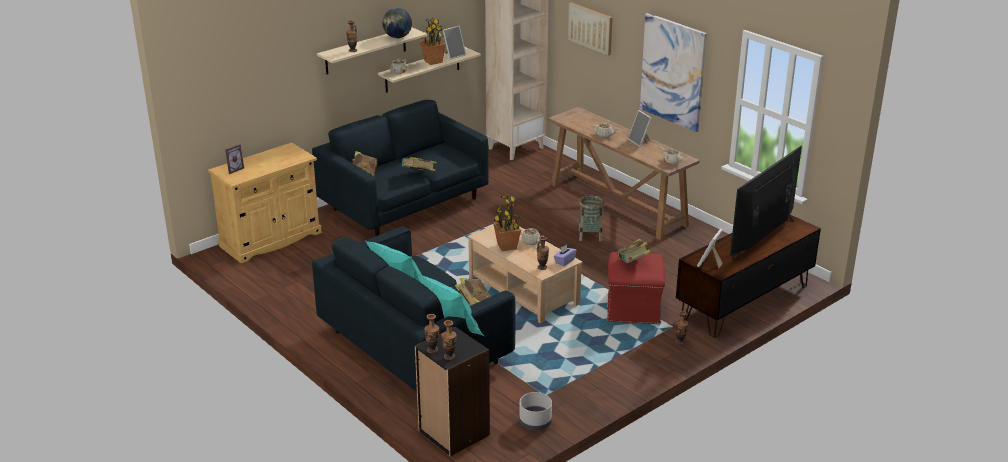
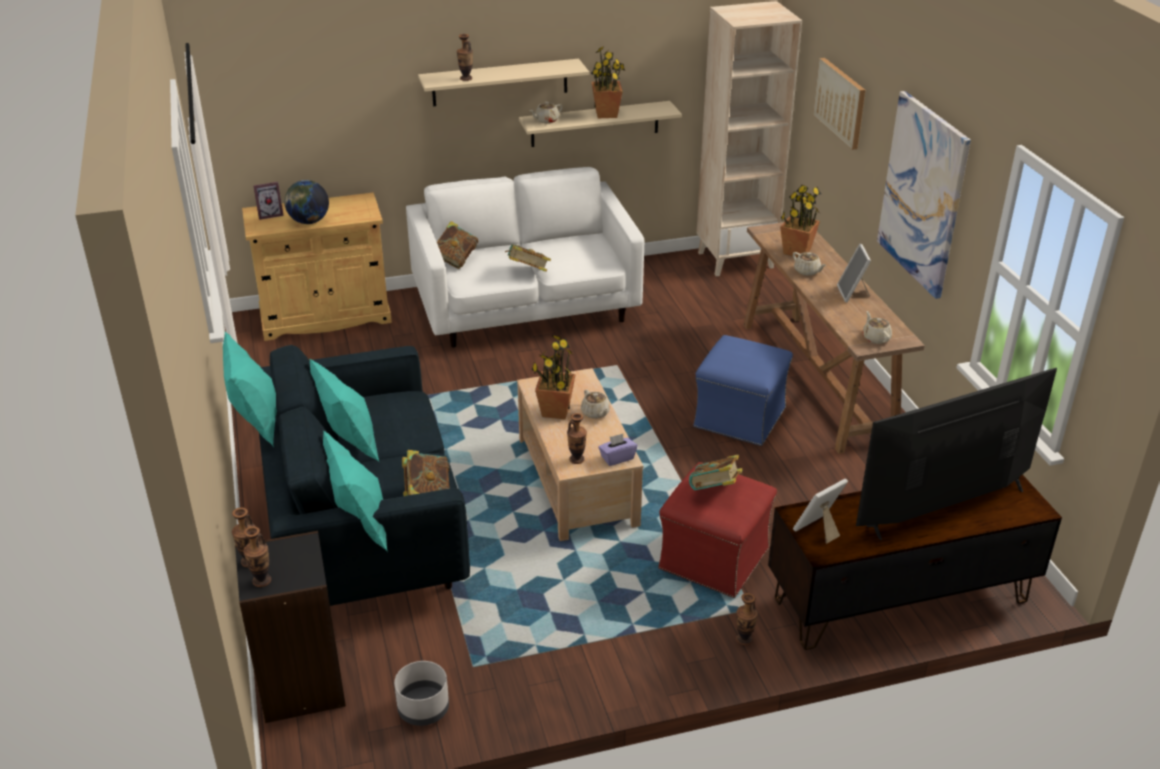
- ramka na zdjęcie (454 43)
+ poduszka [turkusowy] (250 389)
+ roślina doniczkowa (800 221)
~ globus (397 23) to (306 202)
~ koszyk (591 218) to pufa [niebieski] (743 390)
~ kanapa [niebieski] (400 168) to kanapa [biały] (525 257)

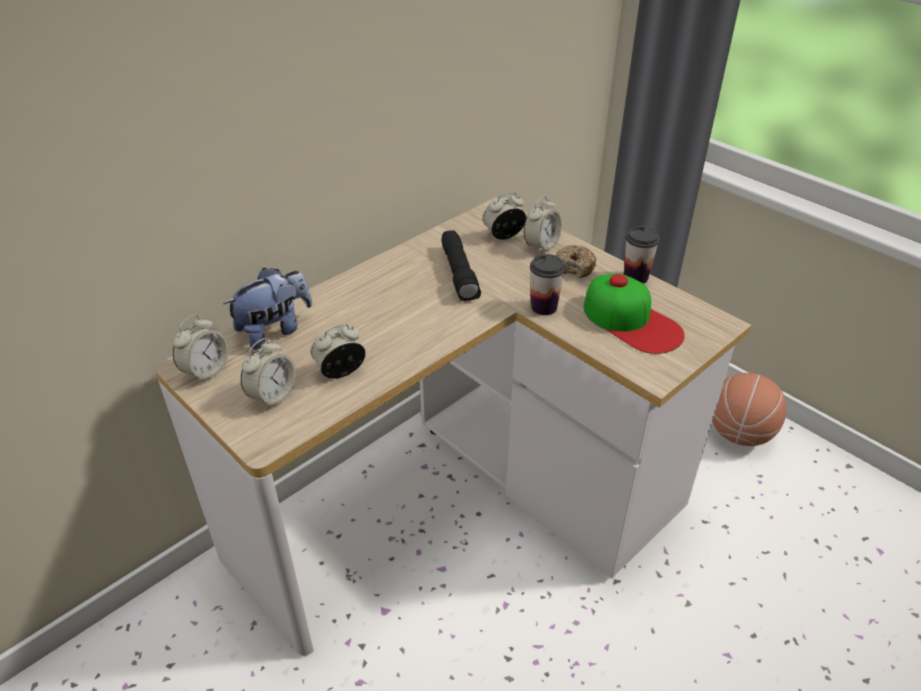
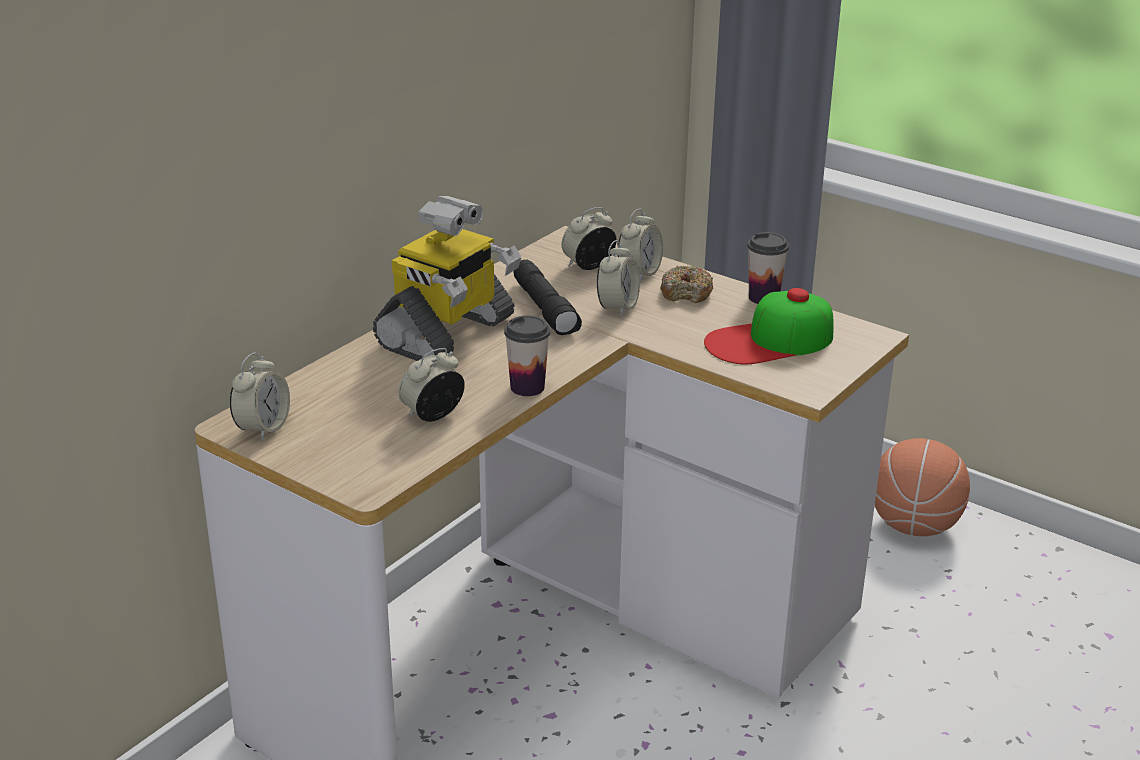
- pluszak (267 309)
+ robot zabawkowy (447 278)
~ budzik (268 374) to (618 278)
~ filiżanka (548 284) to (527 355)
~ czapka z daszkiem (634 314) = (769 326) 120 degrees clockwise

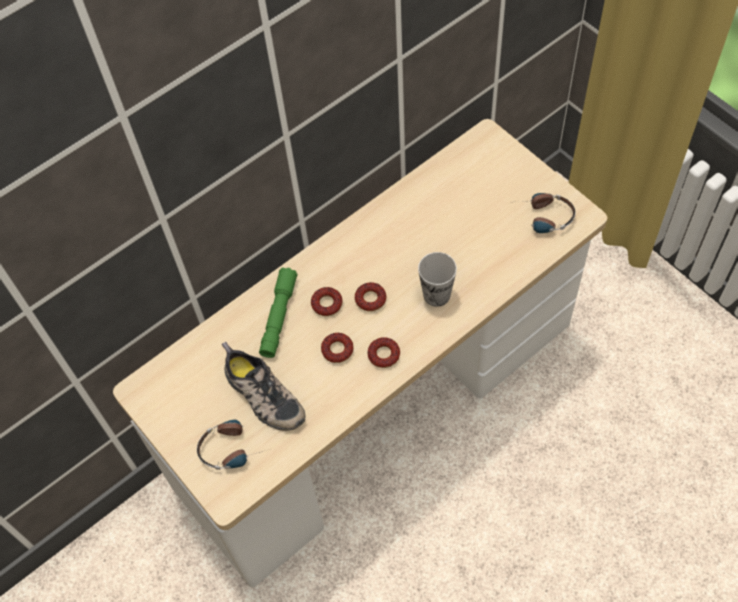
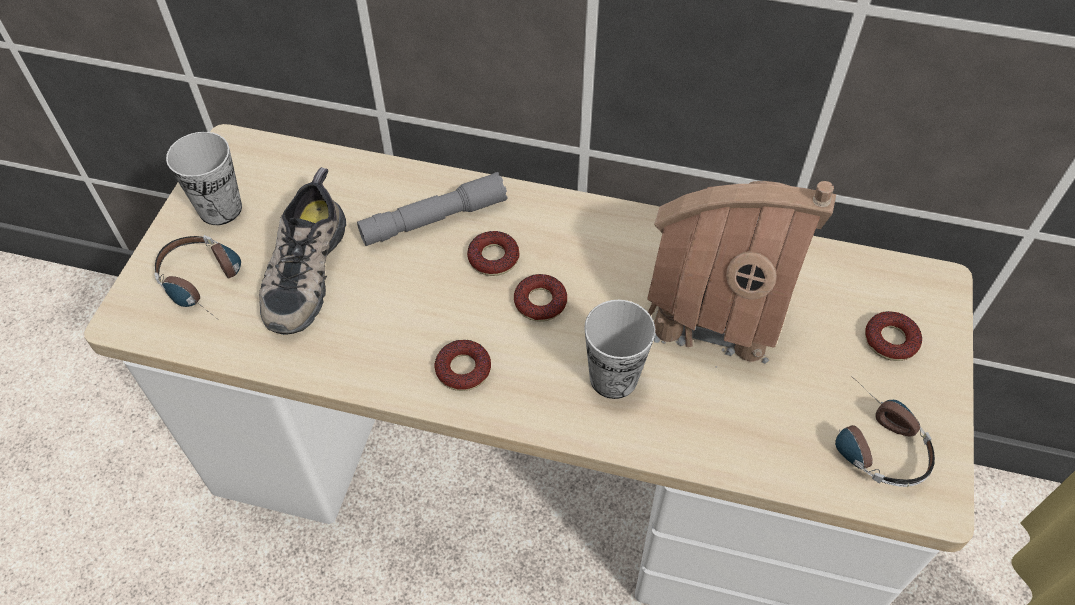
+ filiżanka (204 178)
+ domek (741 274)
~ donut (337 348) to (893 336)
~ latarka [zielony] (278 312) to latarka [szary] (432 209)

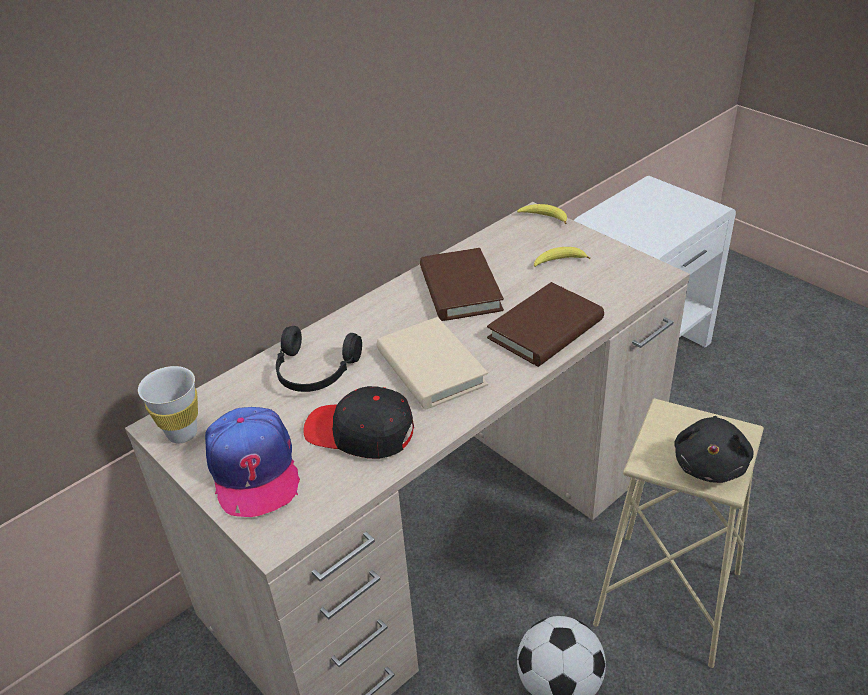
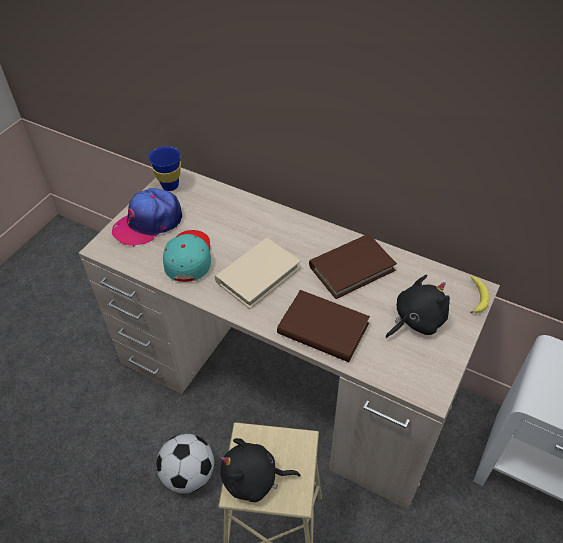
- słuchawki [czarny] (319 359)
~ banan (562 257) to pluszak [czarny] (418 306)
~ filiżanka [biały] (168 405) to filiżanka [niebieski] (165 168)
~ czapka z daszkiem [czarny] (359 422) to czapka z daszkiem [turkusowy] (187 256)

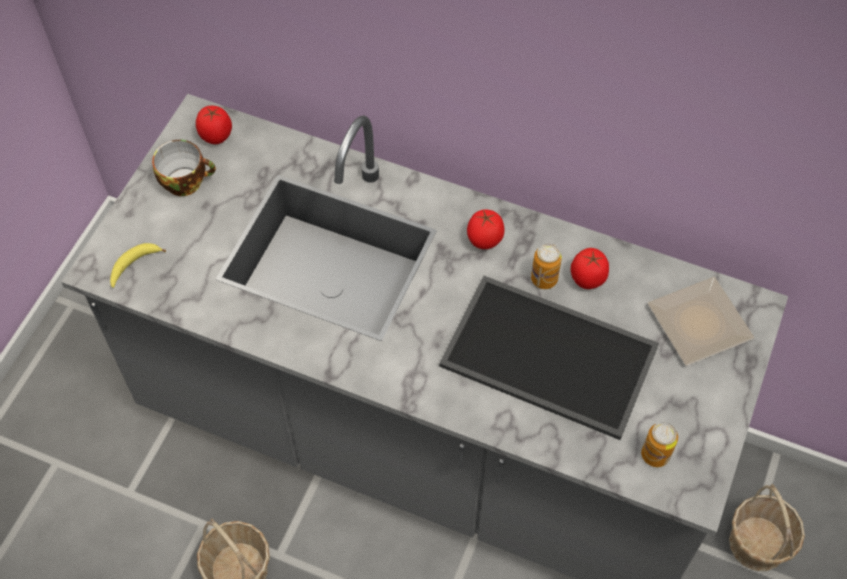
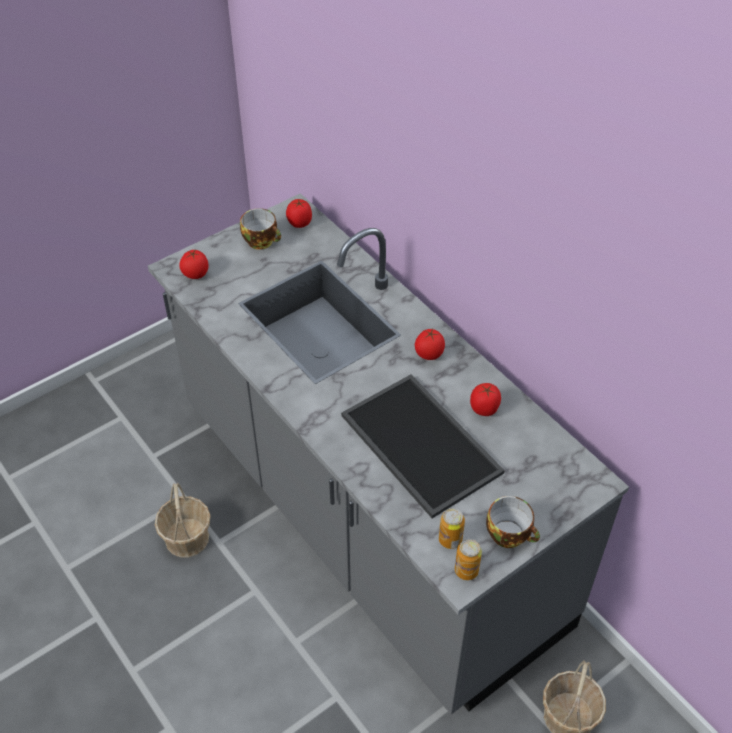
- talerz (701 321)
+ filiżanka (513 522)
~ puszka (546 266) to (468 559)
~ banan (138 265) to pomidor (194 264)

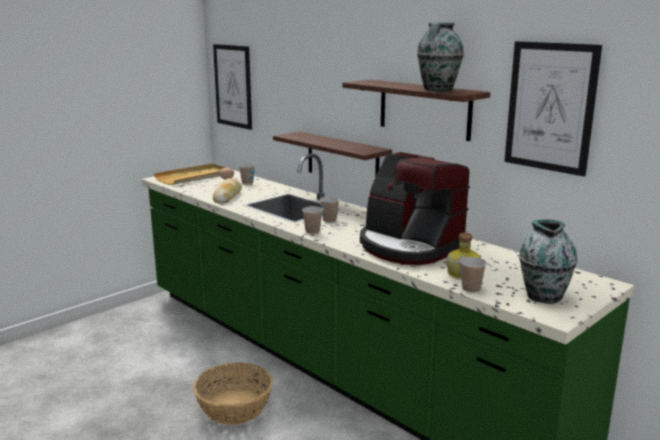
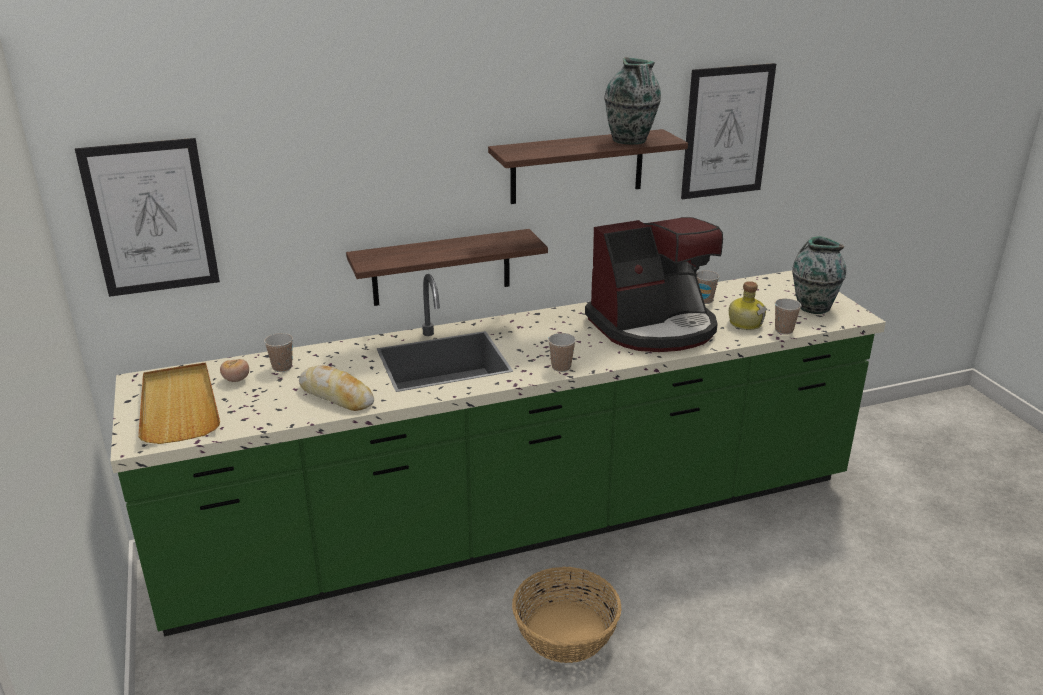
~ filiżanka (330 209) to (707 287)

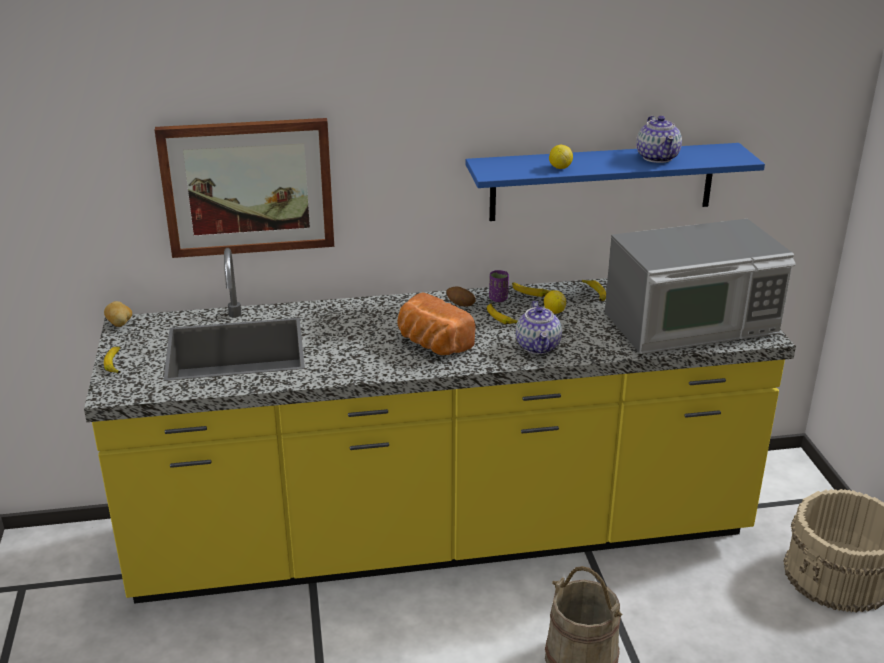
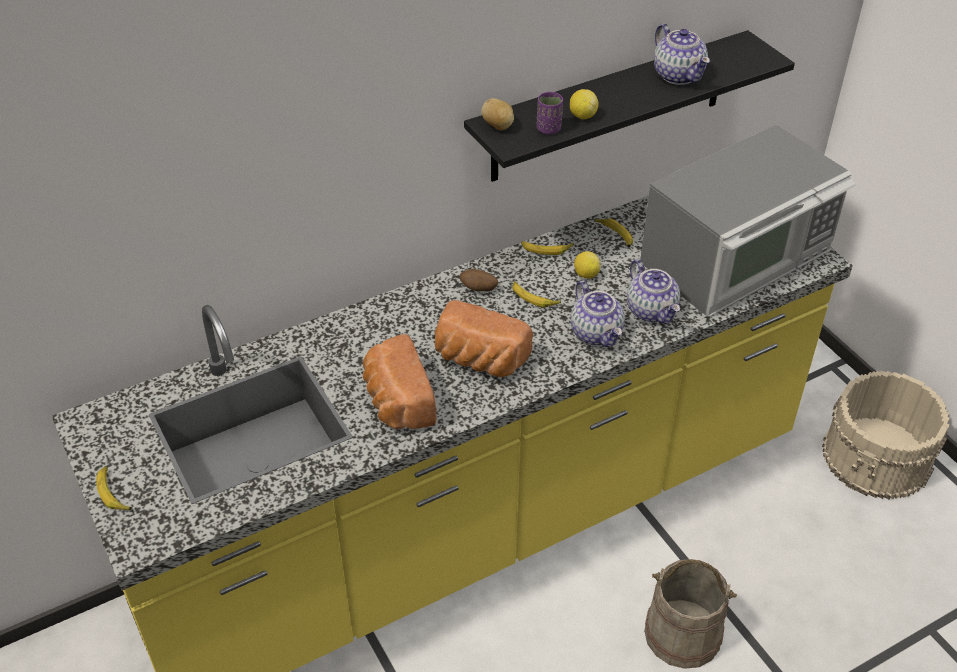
- obraz (244 188)
+ chleb (399 381)
+ imbryk (653 291)
~ ziemniak (118 314) to (497 114)
~ filiżanka [fioletowy] (499 286) to (549 113)
~ półka [niebieski] (615 182) to półka [czarny] (629 106)

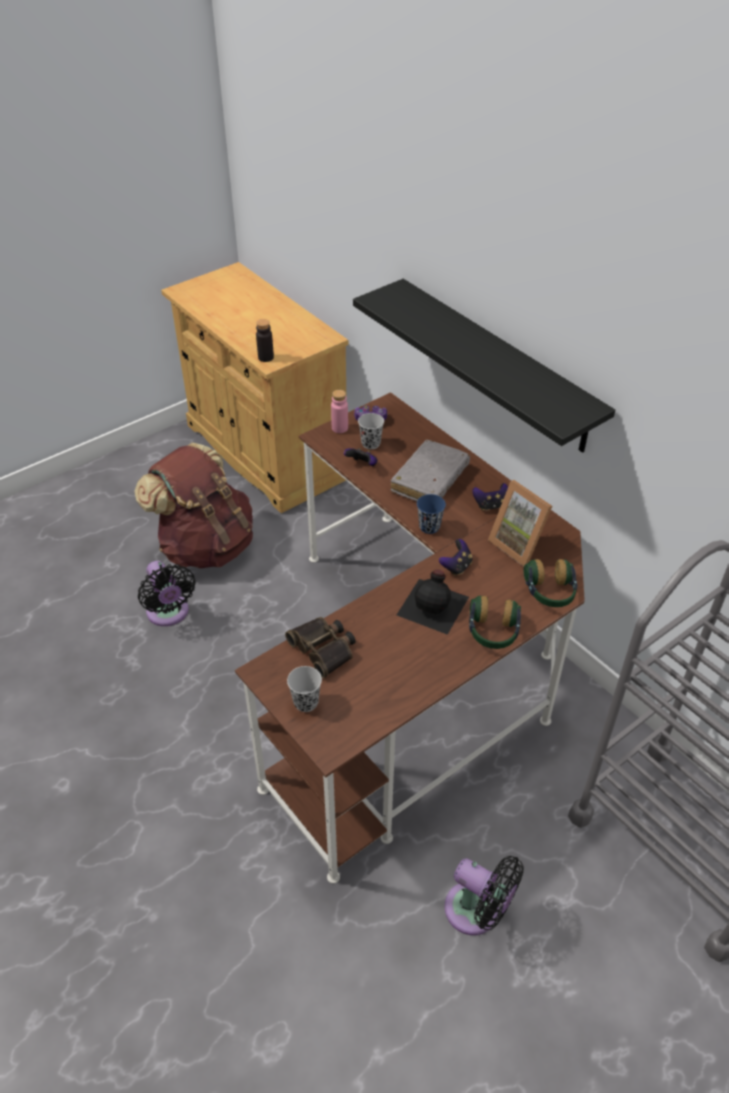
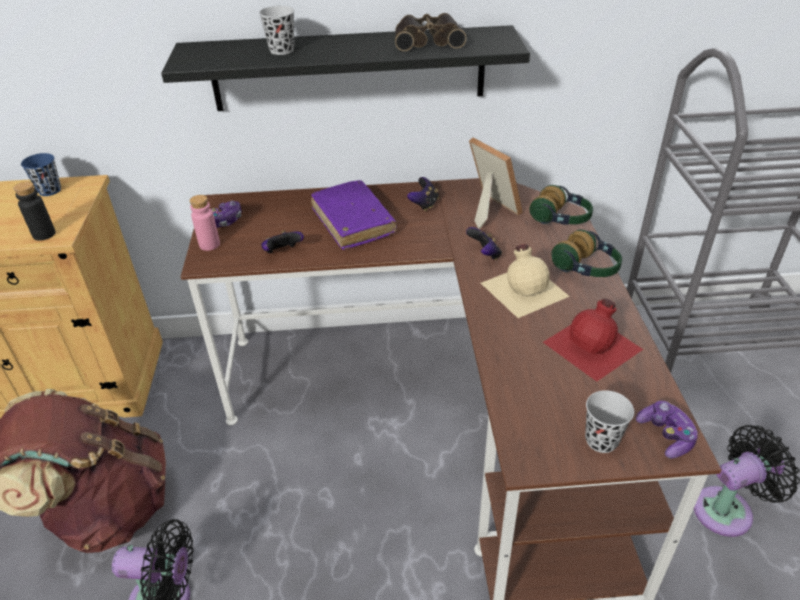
+ butelka [czerwony] (593 340)
+ pad do gier (667 430)
~ lornetka (320 647) to (430 32)
~ filiżanka [czarny] (371 431) to (276 30)
~ filiżanka [niebieski] (431 514) to (41 174)
~ książka [szary] (430 470) to książka [fioletowy] (354 215)
~ butelka [czarny] (433 602) to butelka [beżowy] (525 281)
~ ramka na zdjęcie (520 523) = (496 183) 120 degrees counterclockwise

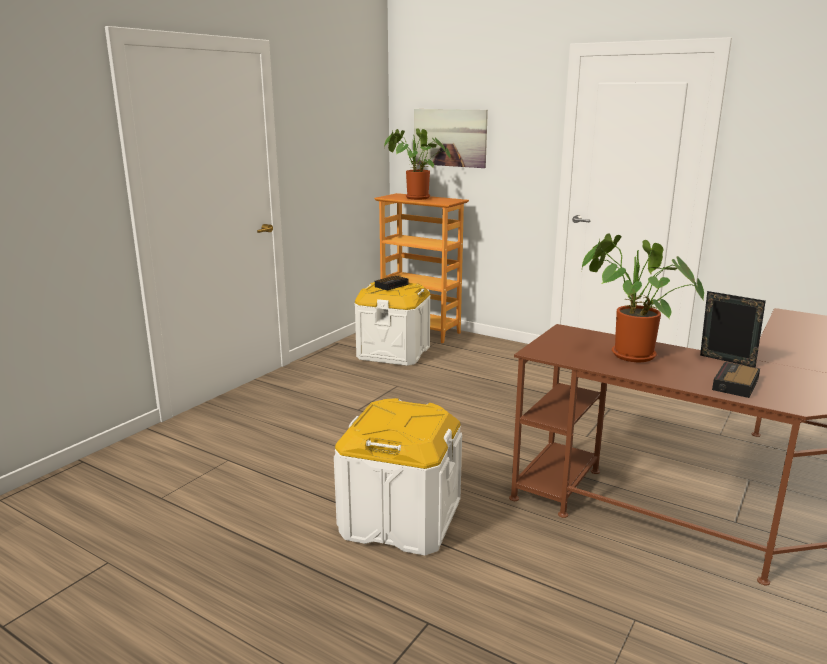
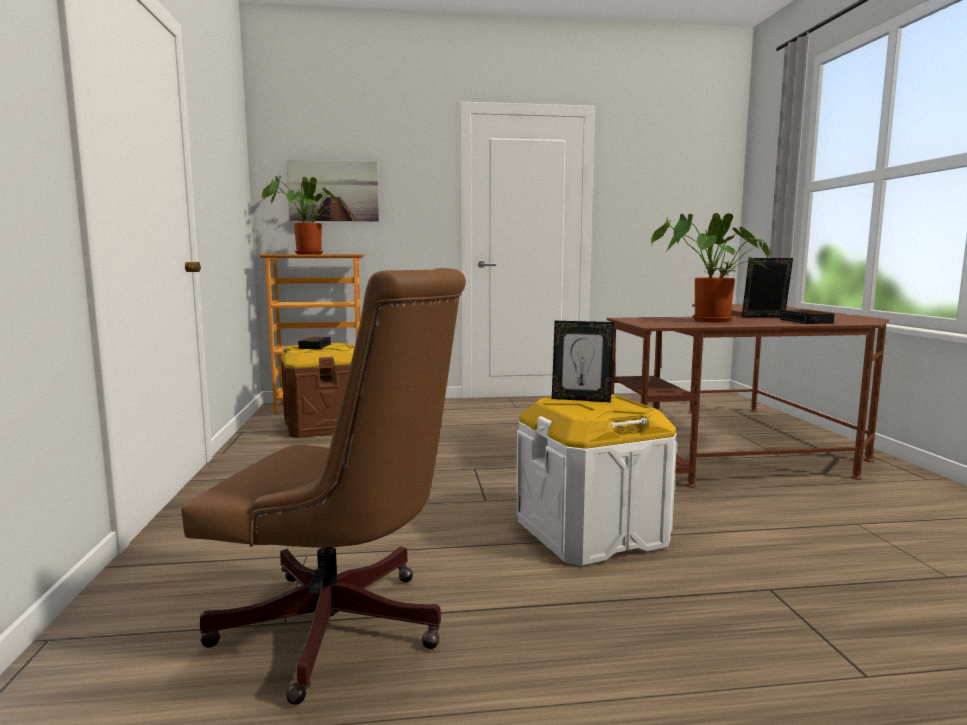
+ krzesło biurowe [brązowy] (323 486)
+ ramka na zdjęcie (583 361)
~ pojemnik do przechowywania [biały] (393 324) to pojemnik do przechowywania [brązowy] (317 390)

